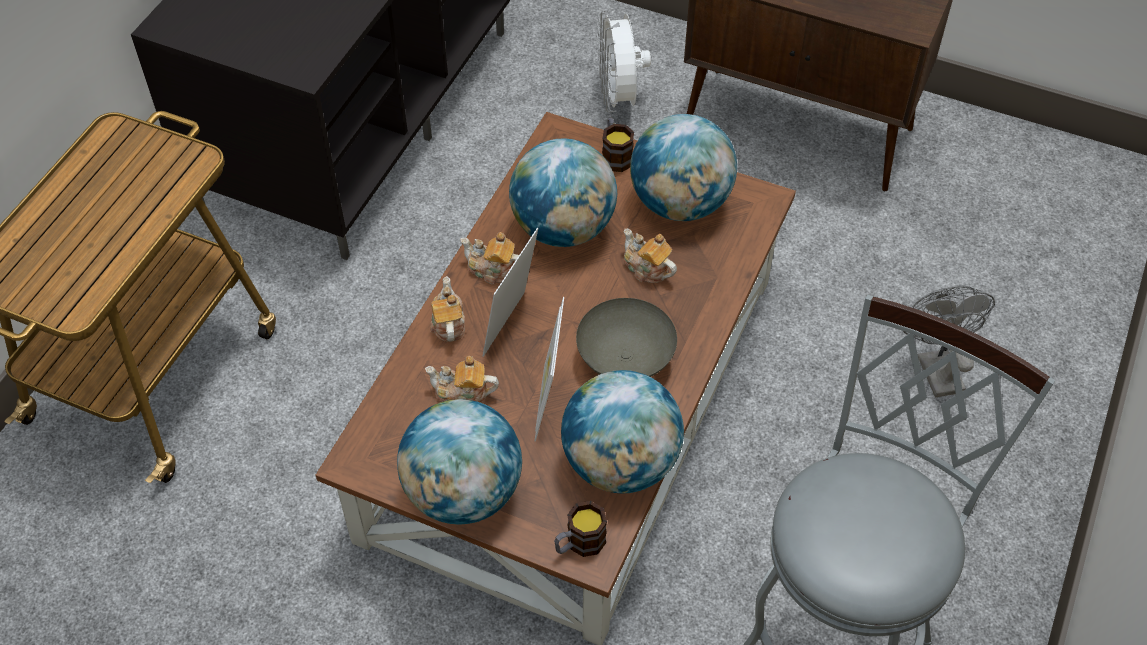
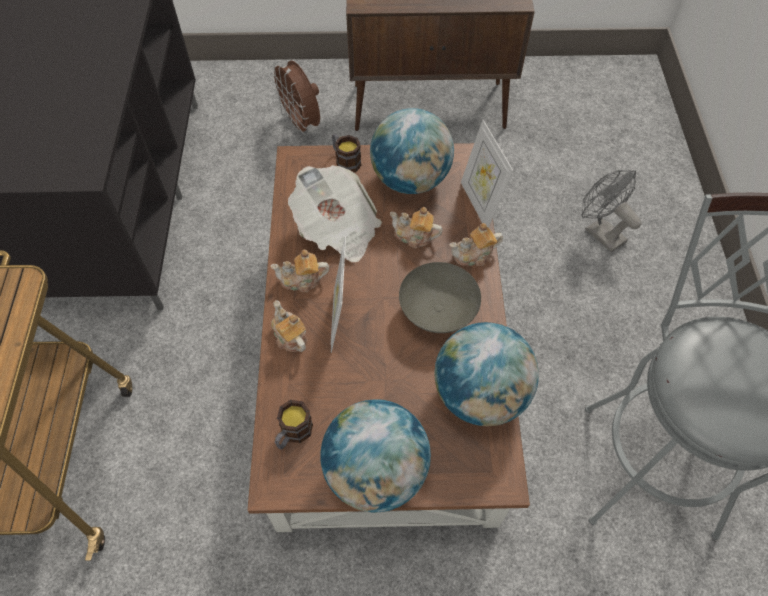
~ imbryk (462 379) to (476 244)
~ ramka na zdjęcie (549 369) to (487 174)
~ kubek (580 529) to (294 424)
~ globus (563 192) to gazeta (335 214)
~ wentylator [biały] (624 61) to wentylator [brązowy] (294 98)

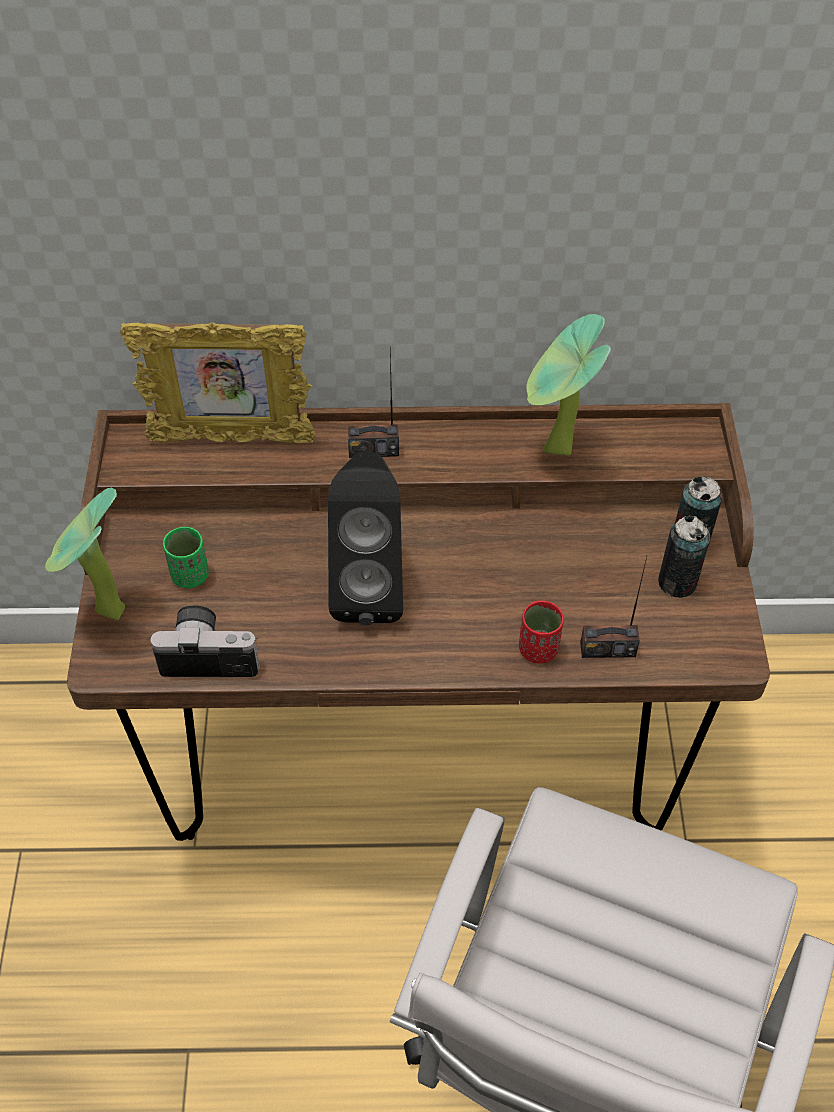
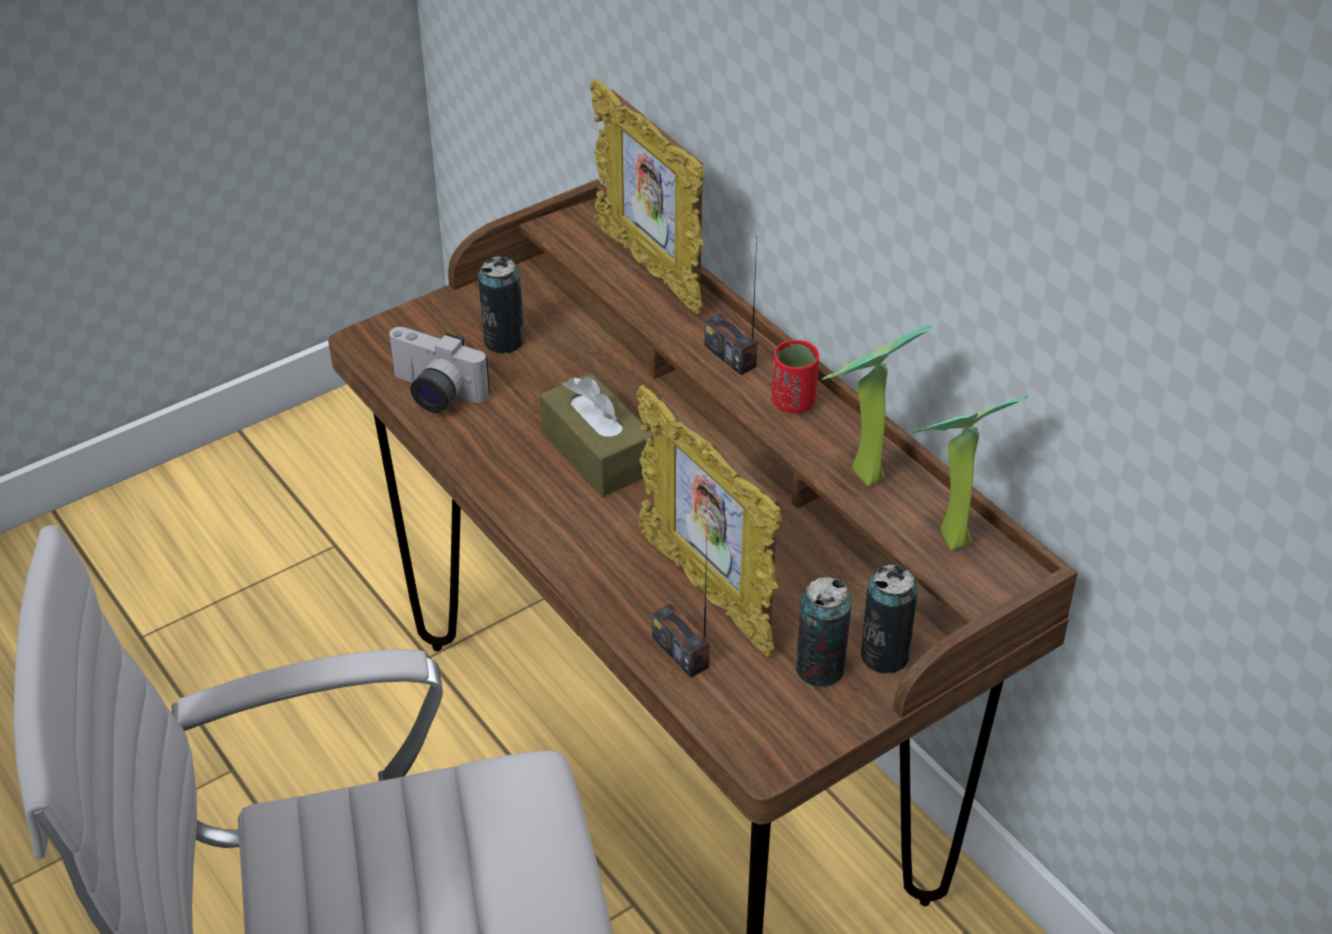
+ ramka na zdjęcie (709 520)
~ roślina doniczkowa (85 554) to (970 472)
~ filiżanka [czerwony] (541 632) to (795 376)
~ filiżanka [zielony] (186 557) to puszka (501 305)
~ głośnik [czarny] (365 538) to pudełko chusteczek [brązowy] (596 435)
~ aparat fotograficzny (205 641) = (438 370) 150 degrees clockwise

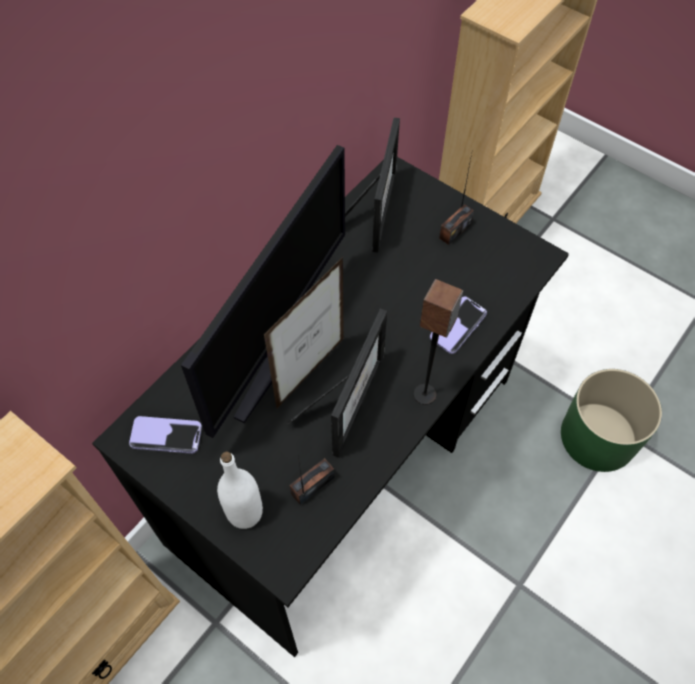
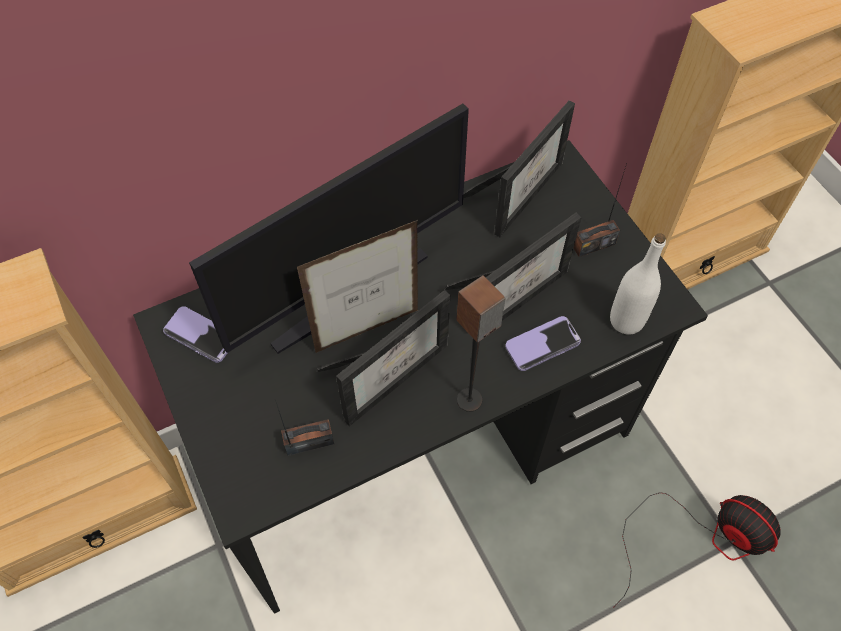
+ ramka na zdjęcie (513 267)
~ butelka [biały] (240 490) to (638 284)
~ donica [zielony] (611 420) to wentylator (697 550)

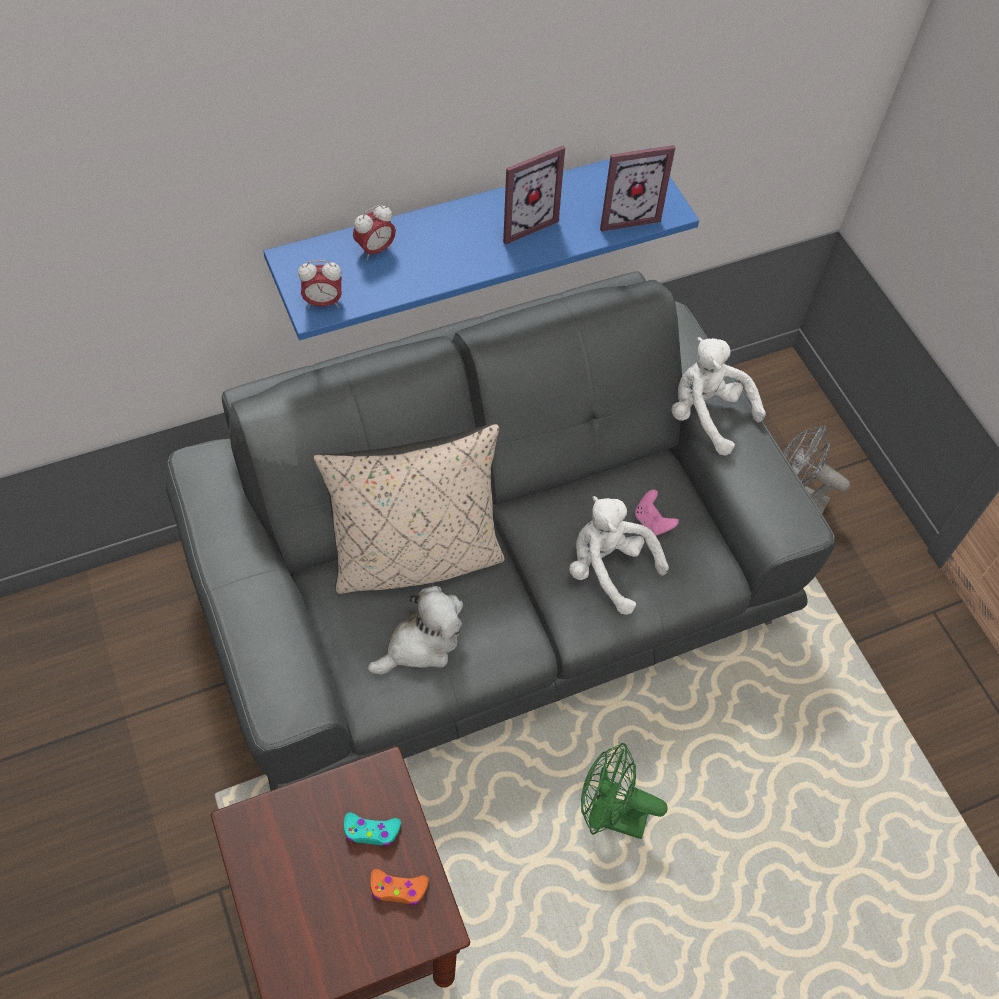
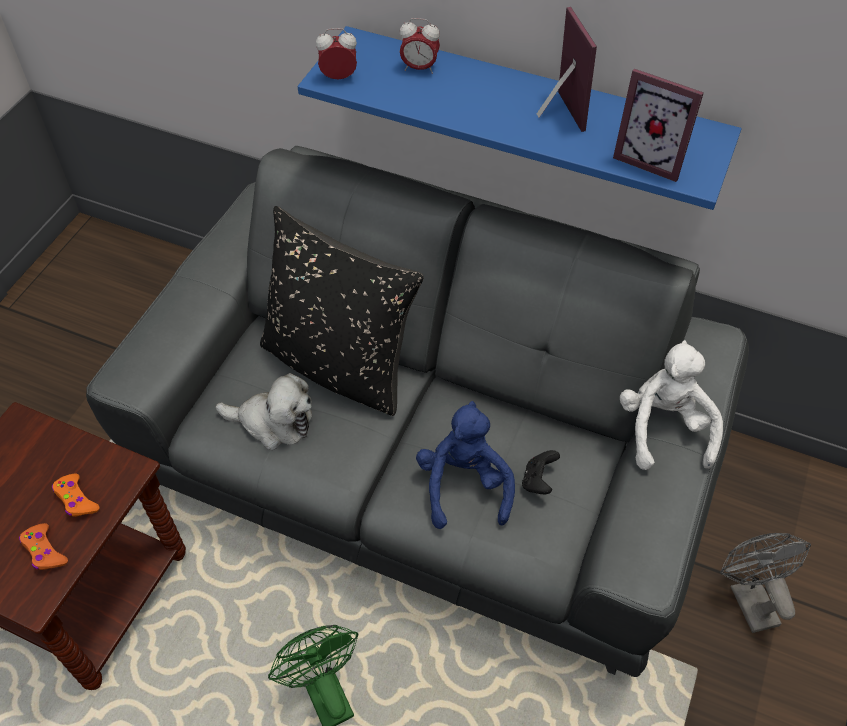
~ poduszka [beżowy] (409 508) to poduszka [czarny] (342 311)
~ pad do gier [turkusowy] (372 829) to pad do gier [pomarańczowy] (76 495)
~ pluszak [biały] (619 555) to pluszak [niebieski] (465 465)
~ pad do gier [różowy] (657 513) to pad do gier [czarny] (541 472)
~ budzik (320 284) = (336 54) 135 degrees clockwise
~ ramka na zdjęcie (534 195) = (567 69) 120 degrees counterclockwise

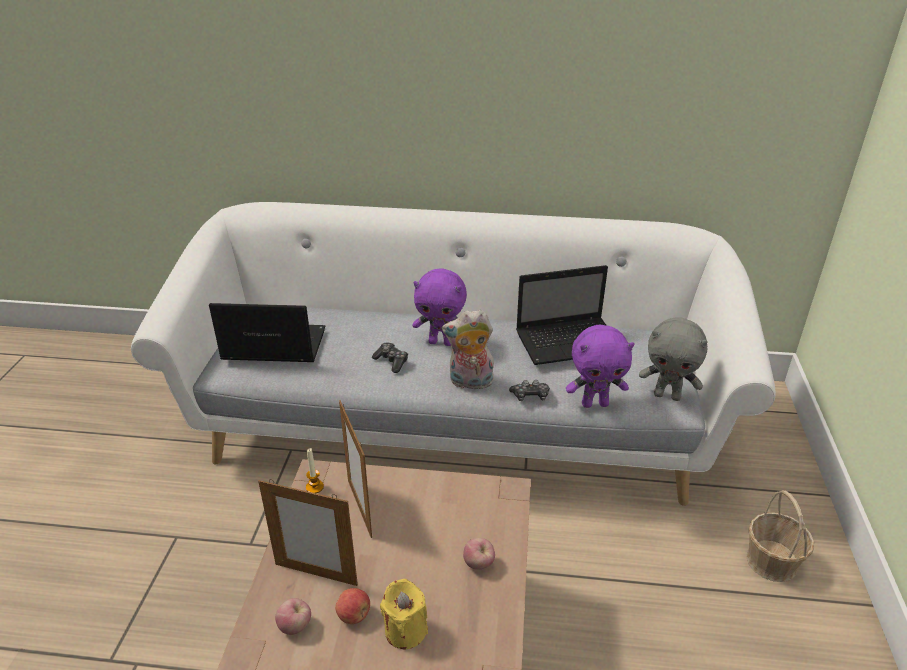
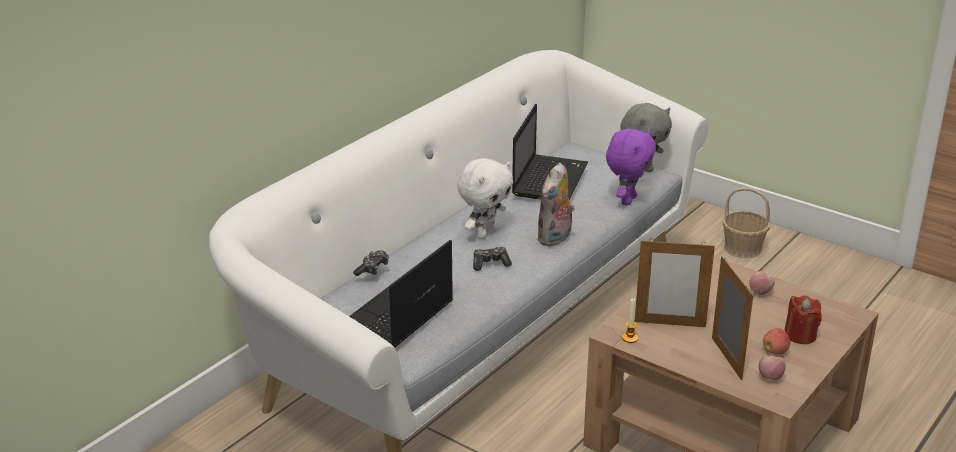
~ pad do gier (529 390) to (371 263)
~ świeca [żółty] (404 614) to świeca [czerwony] (803 319)
~ pluszak [fioletowy] (440 307) to pluszak [biały] (485 198)
~ ramka na zdjęcie (308 532) = (732 318) 60 degrees counterclockwise

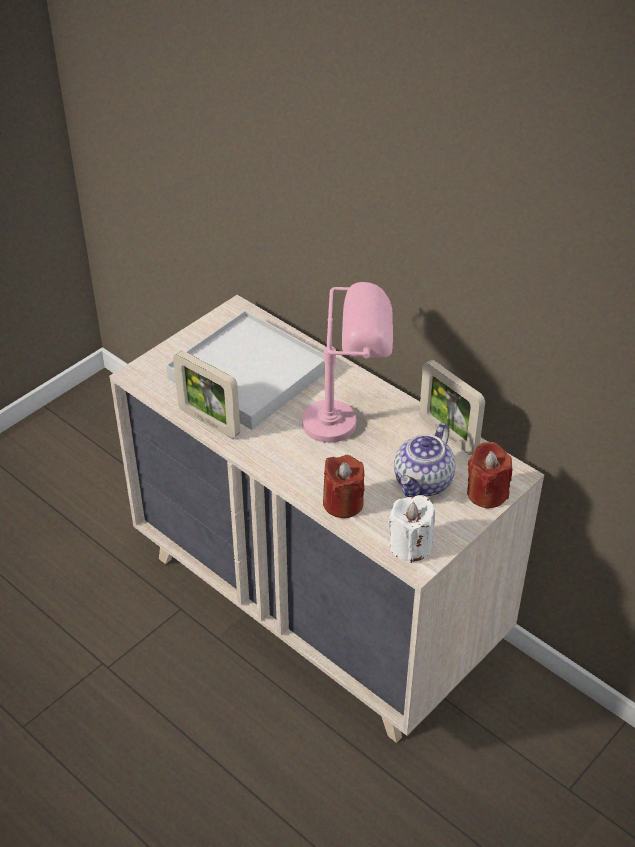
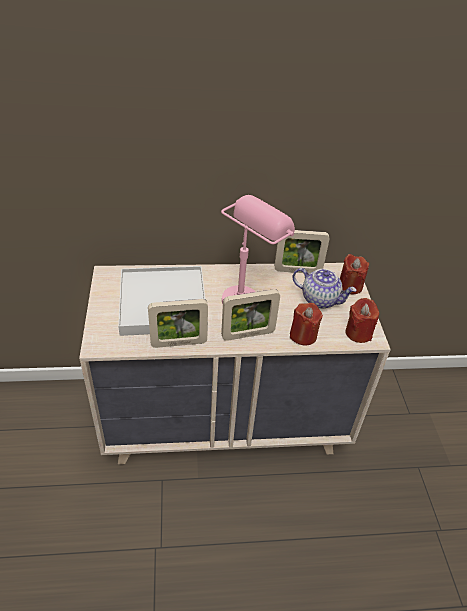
+ ramka na zdjęcie (250 315)
~ świeca [biały] (411 529) to świeca [czerwony] (362 320)
~ imbryk (424 460) = (325 288) 45 degrees counterclockwise

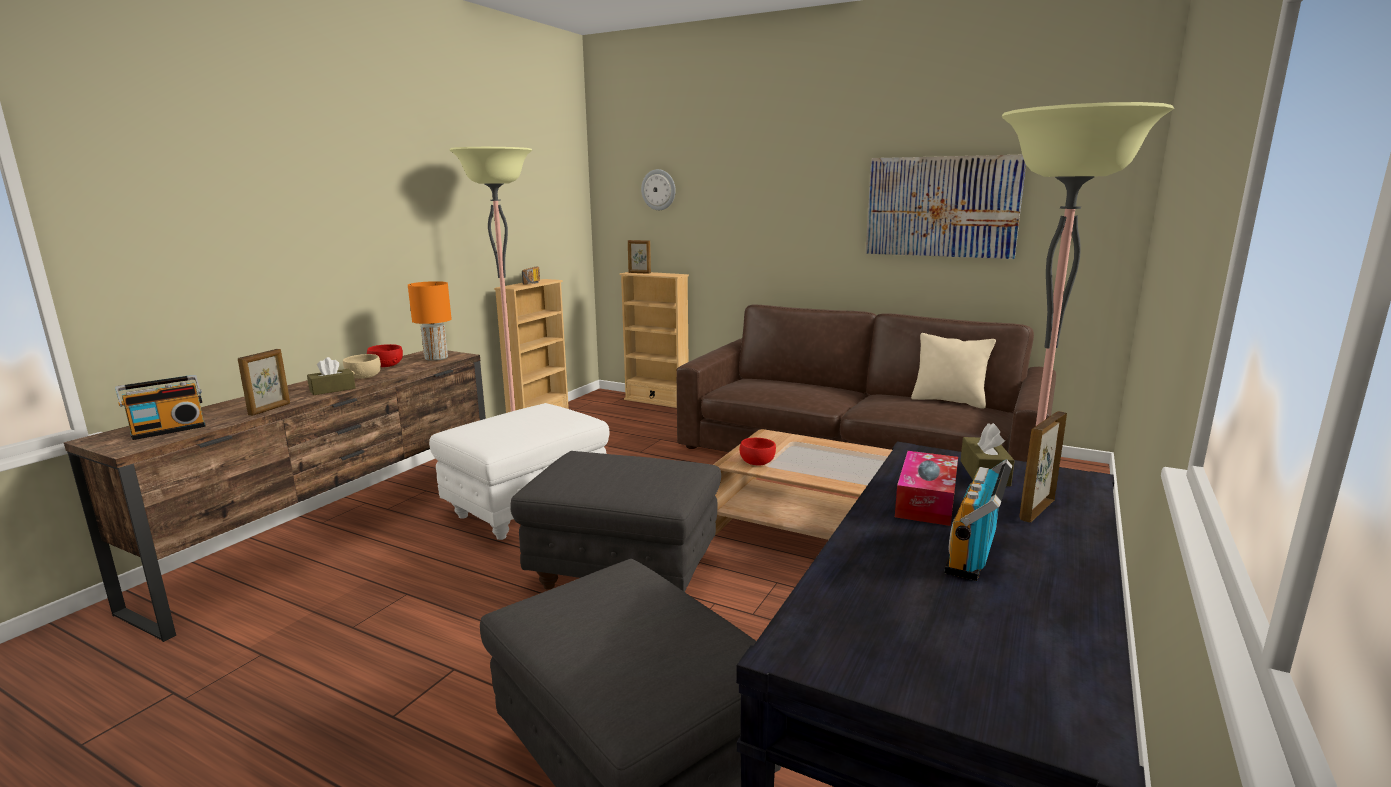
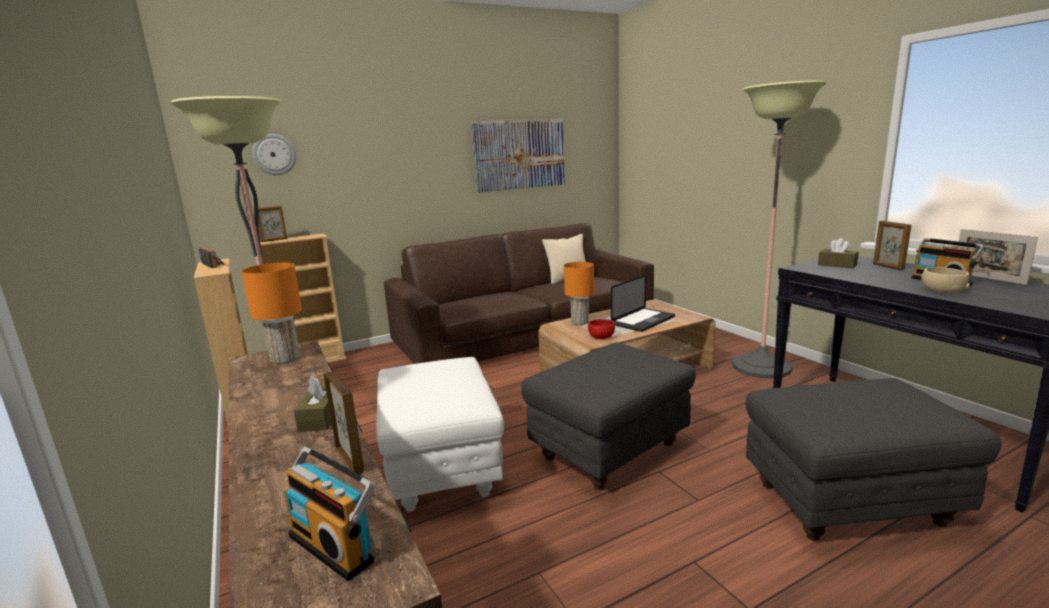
- miska [czerwony] (385 355)
- pudełko chusteczek (926 488)
+ lampa stołowa [pomarańczowy] (579 293)
+ laptop (643 303)
+ ramka na zdjęcie (998 257)
~ miska [beżowy] (362 366) to (945 280)
~ radio (160 407) = (329 514) 135 degrees clockwise

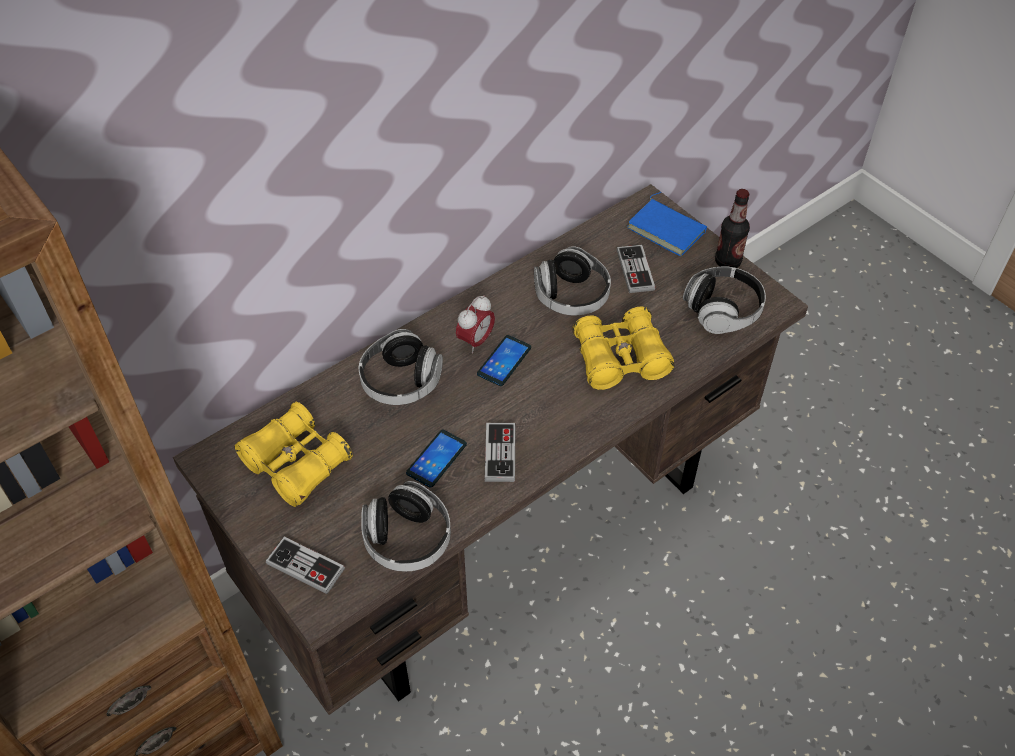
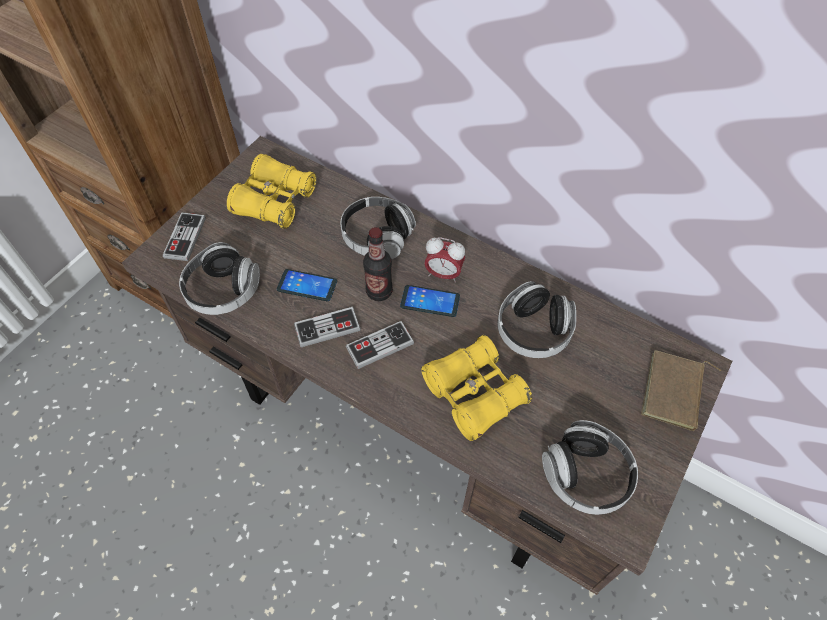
~ pad do gier (636 269) to (380 345)
~ butelka (732 228) to (378 264)
~ książka [niebieski] (667 224) to książka [brązowy] (681 390)

